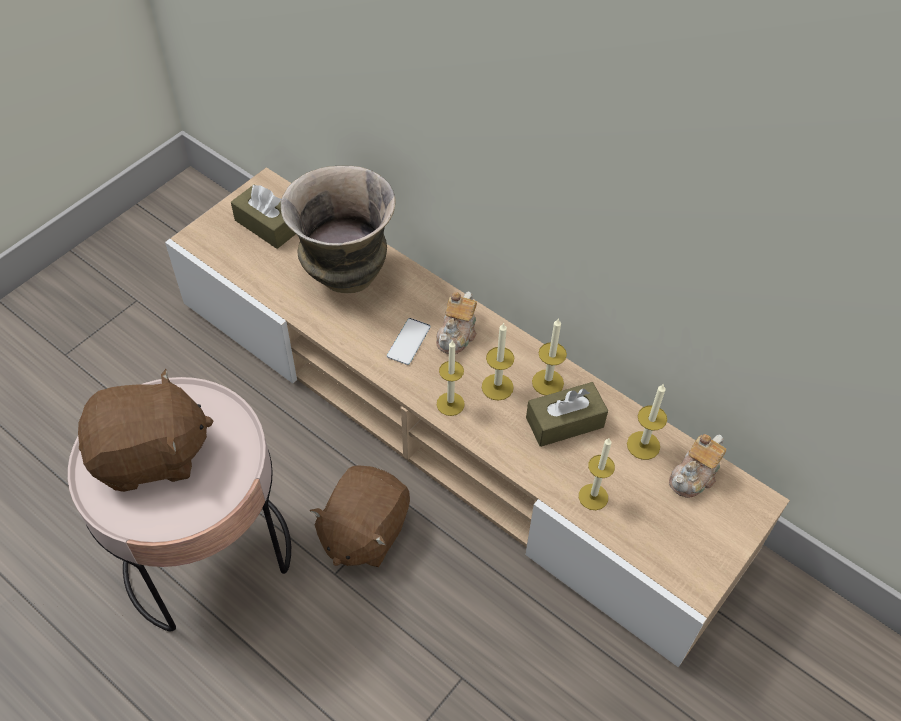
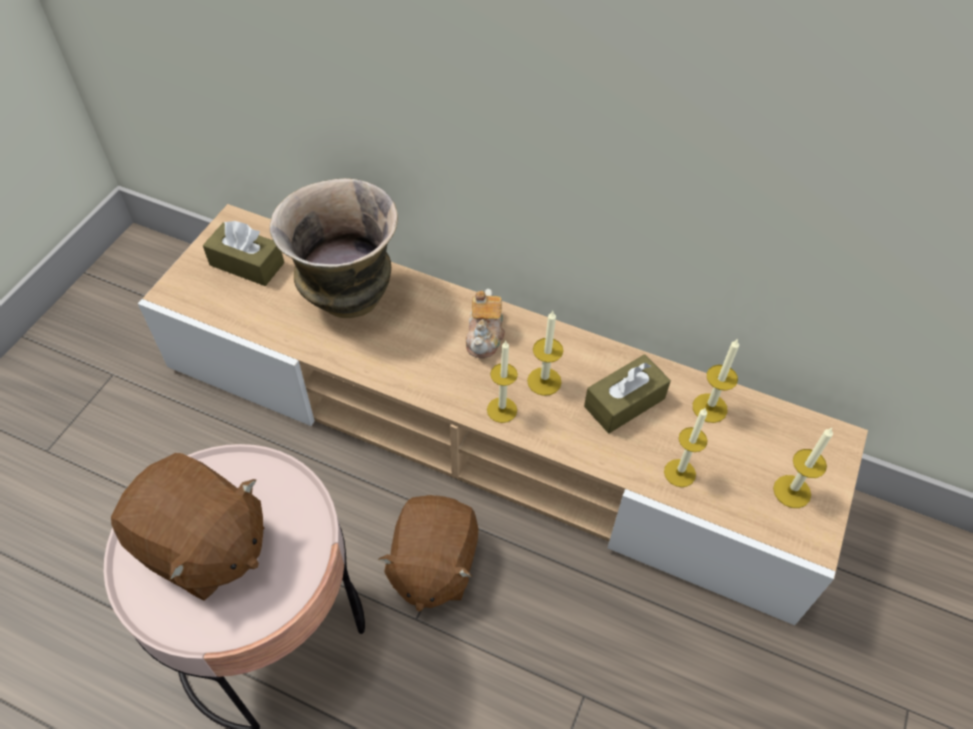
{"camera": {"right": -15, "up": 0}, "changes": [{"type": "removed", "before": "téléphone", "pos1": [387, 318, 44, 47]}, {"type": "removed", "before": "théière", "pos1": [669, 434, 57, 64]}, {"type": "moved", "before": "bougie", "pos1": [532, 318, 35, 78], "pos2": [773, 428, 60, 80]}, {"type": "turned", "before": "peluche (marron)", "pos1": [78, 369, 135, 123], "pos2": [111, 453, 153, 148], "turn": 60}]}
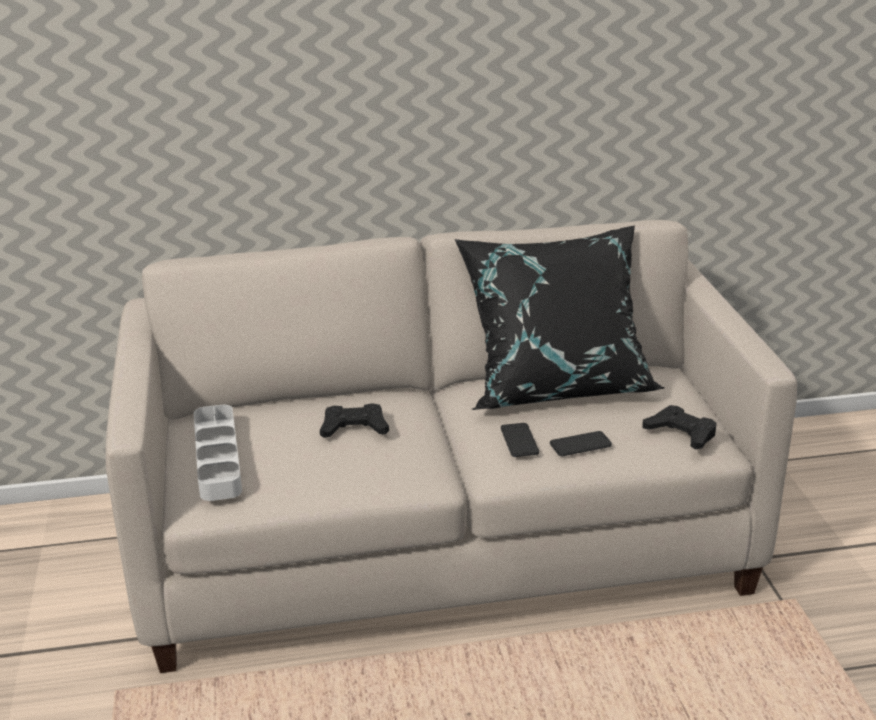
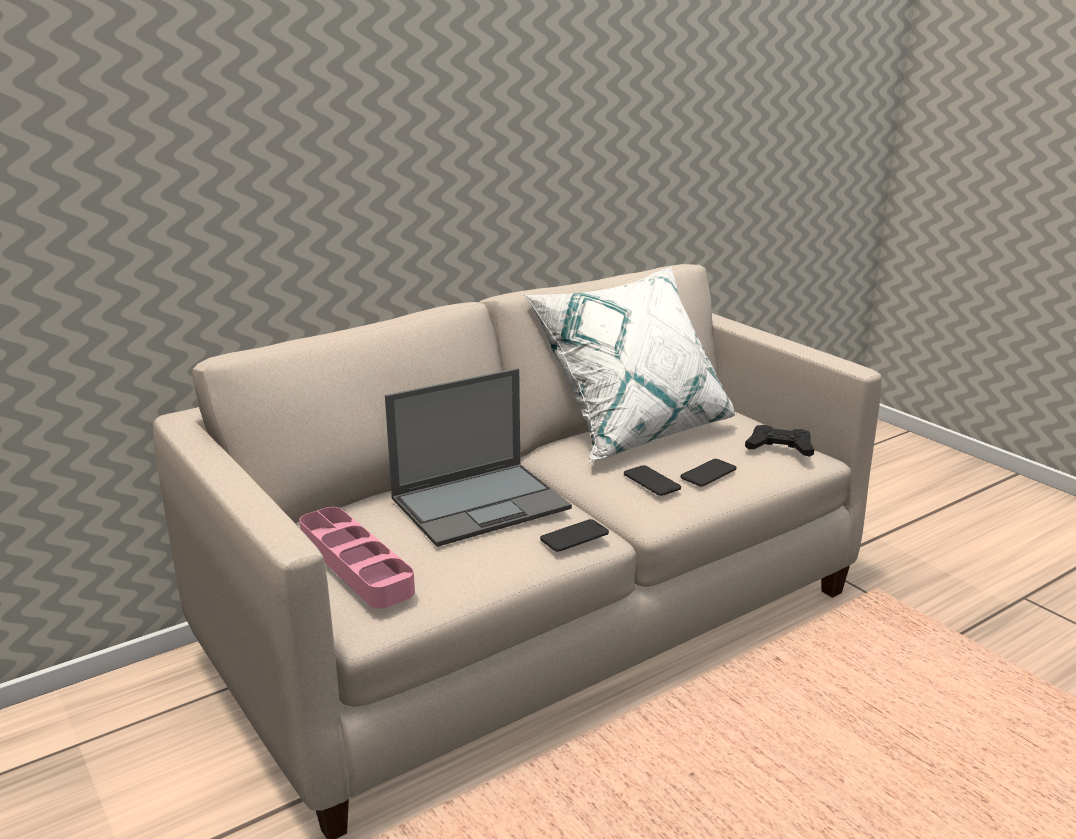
{"camera": {"right": -25, "up": -5}, "changes": [{"type": "added", "after": "téléphone", "pos2": [540, 519, 69, 33]}, {"type": "replaced", "before": "manette (noir)", "after": "ordinateur portable", "pos1": [320, 403, 69, 35], "pos2": [385, 368, 187, 179]}, {"type": "recoloured", "before": "plateau (gris)", "after": "plateau (rose)", "pos1": [194, 405, 48, 96], "pos2": [299, 507, 116, 101]}, {"type": "recoloured", "before": "coussin (noir)", "after": "coussin (blanc)", "pos1": [455, 225, 209, 185], "pos2": [524, 267, 214, 195]}]}
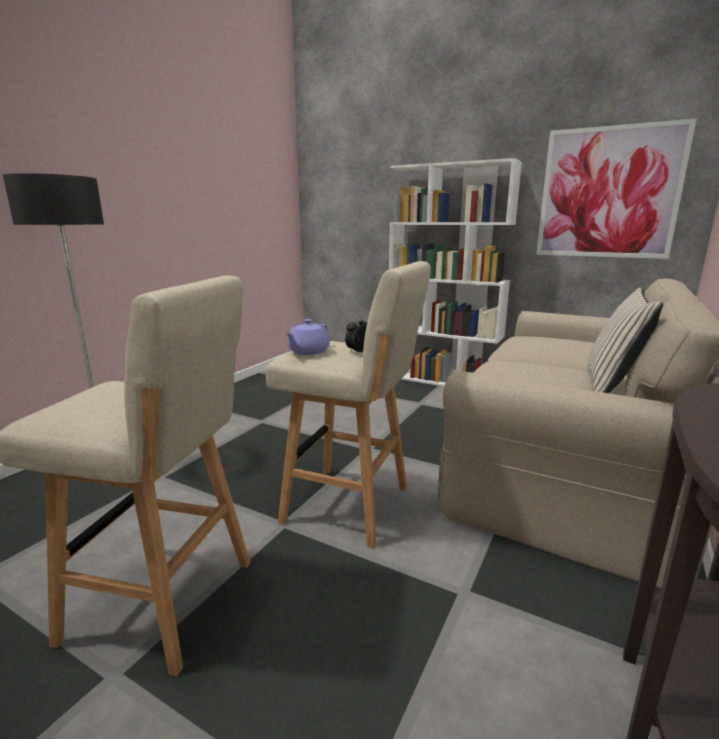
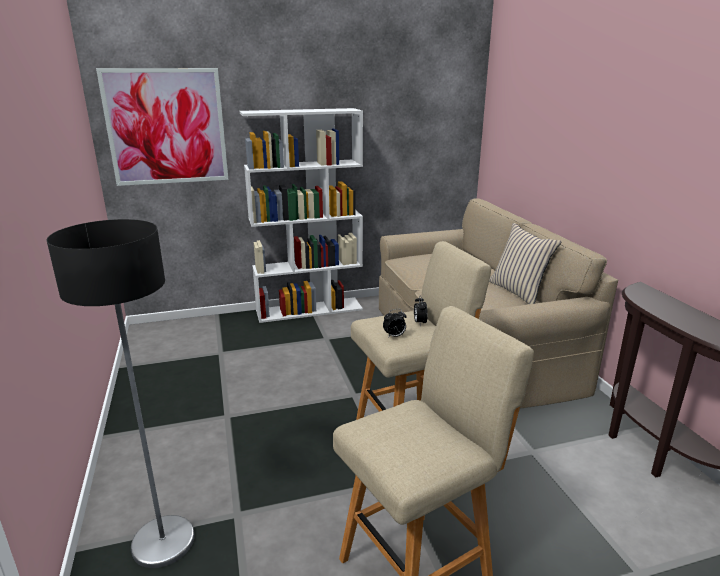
{"camera": {"right": -45, "up": 5}, "changes": [{"type": "moved", "before": "tableau", "pos1": [536, 119, 161, 140], "pos2": [96, 68, 132, 118]}, {"type": "replaced", "before": "théière (violet)", "after": "réveil", "pos1": [285, 319, 45, 36], "pos2": [383, 309, 24, 29]}]}
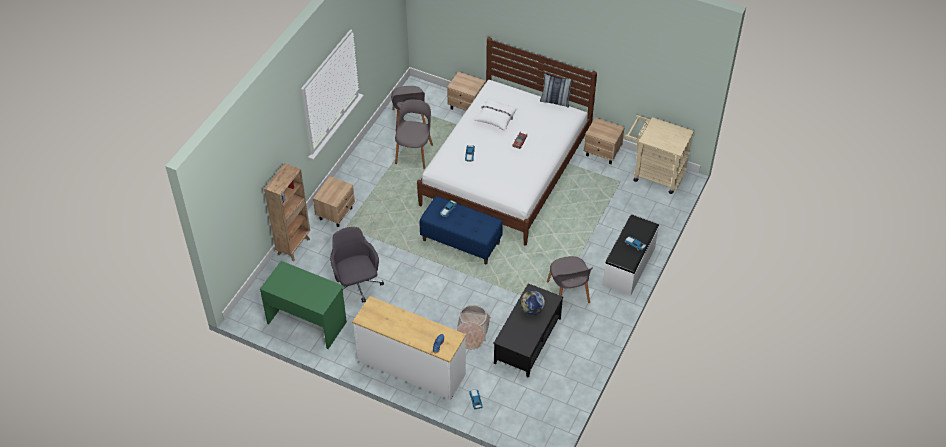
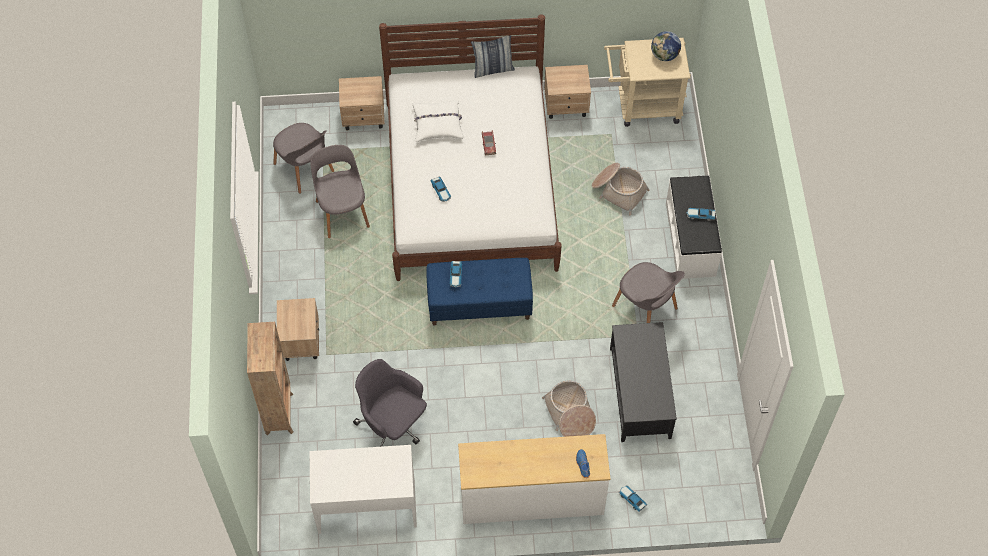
{"camera": {"right": -30, "up": 10}, "changes": [{"type": "added", "after": "panier", "pos2": [592, 163, 58, 52]}, {"type": "moved", "before": "globe", "pos1": [520, 290, 25, 25], "pos2": [651, 31, 30, 30]}, {"type": "recoloured", "before": "bureau (vert)", "after": "bureau (blanc)", "pos1": [260, 261, 87, 88], "pos2": [310, 445, 107, 89]}]}
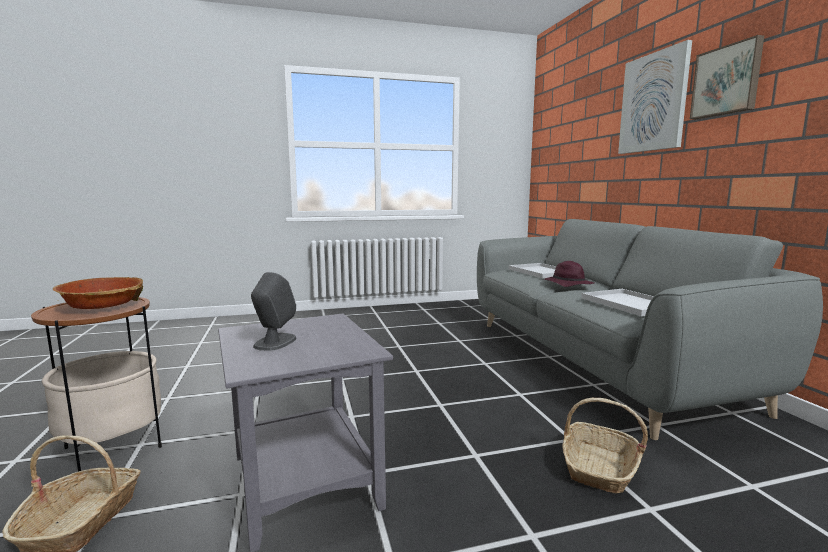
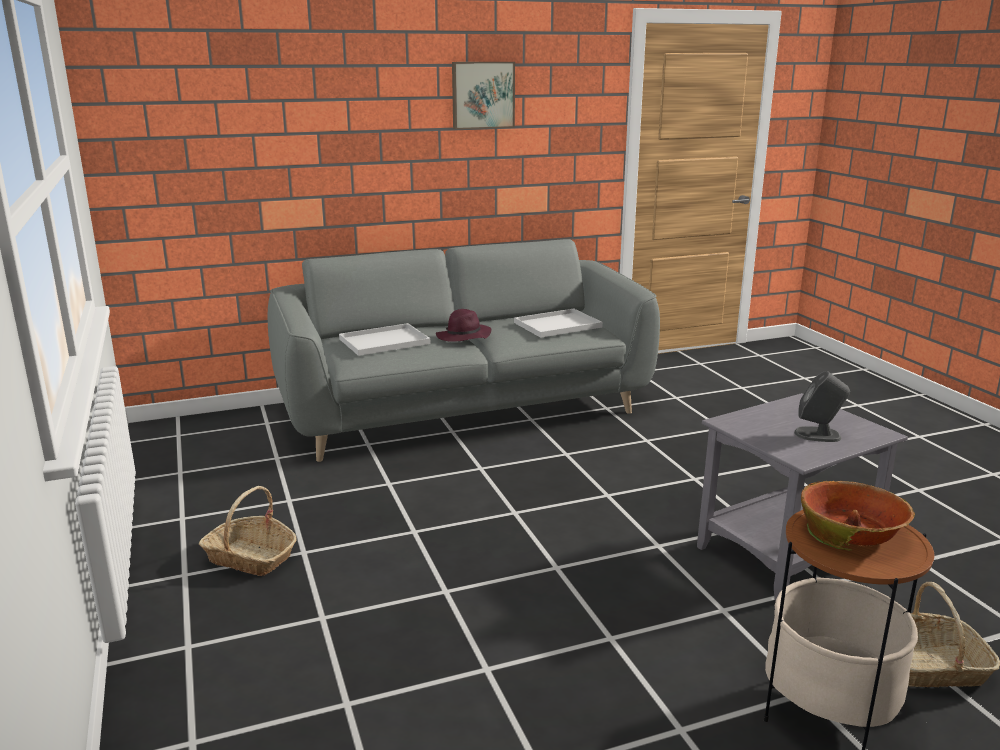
{"camera": {"right": -95, "up": 10}, "changes": [{"type": "removed", "before": "tableau", "pos1": [618, 40, 74, 114]}, {"type": "moved", "before": "panier", "pos1": [562, 398, 86, 95], "pos2": [199, 486, 97, 90]}]}
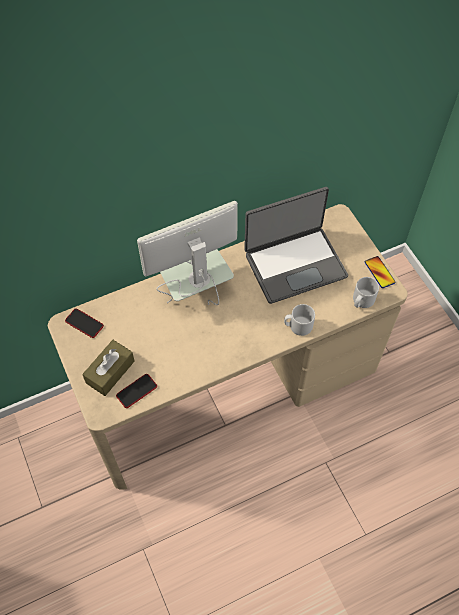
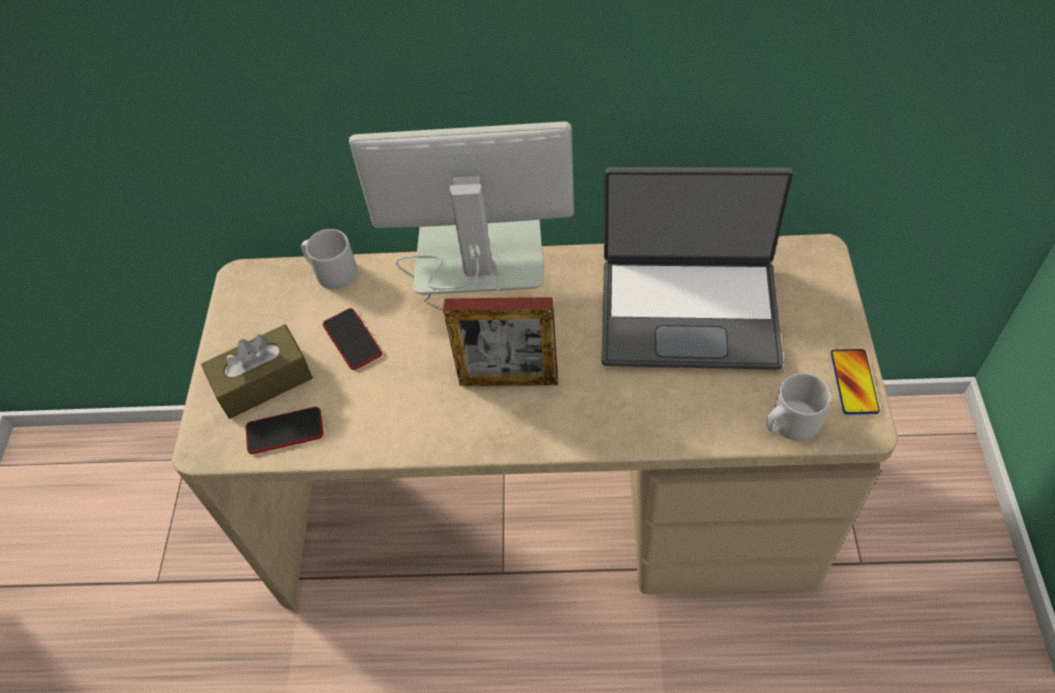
{"camera": {"right": 30, "up": -5}, "changes": [{"type": "added", "after": "cadre photo", "pos2": [443, 297, 115, 89]}, {"type": "moved", "before": "téléphone", "pos1": [65, 309, 39, 29], "pos2": [323, 308, 59, 62]}, {"type": "moved", "before": "mug (gris)", "pos1": [284, 304, 31, 32], "pos2": [301, 229, 56, 60]}]}
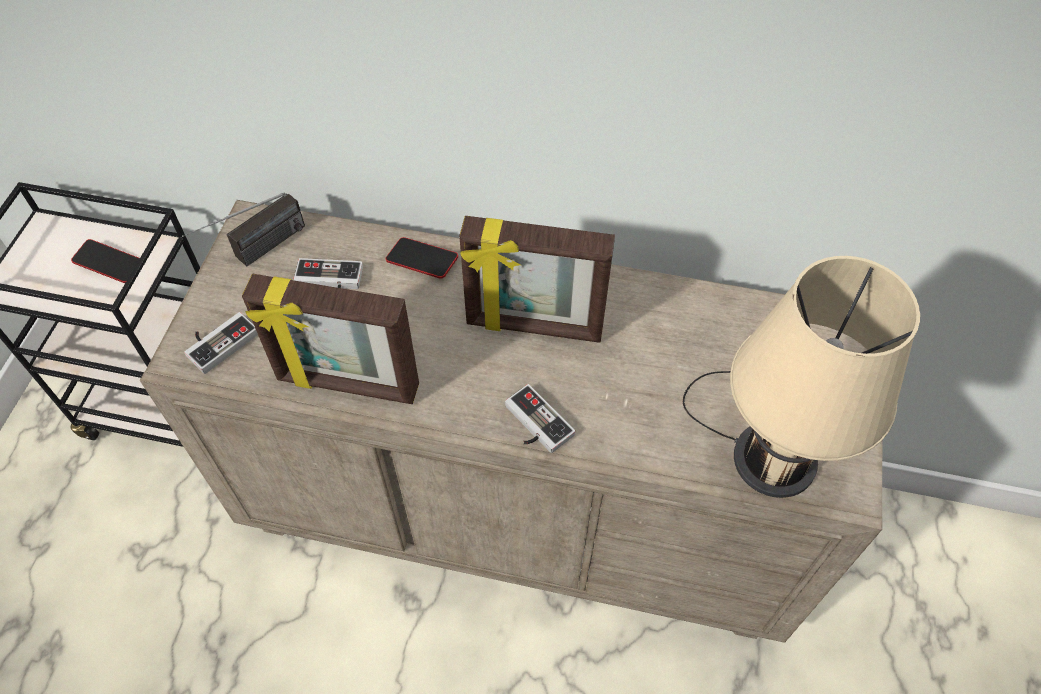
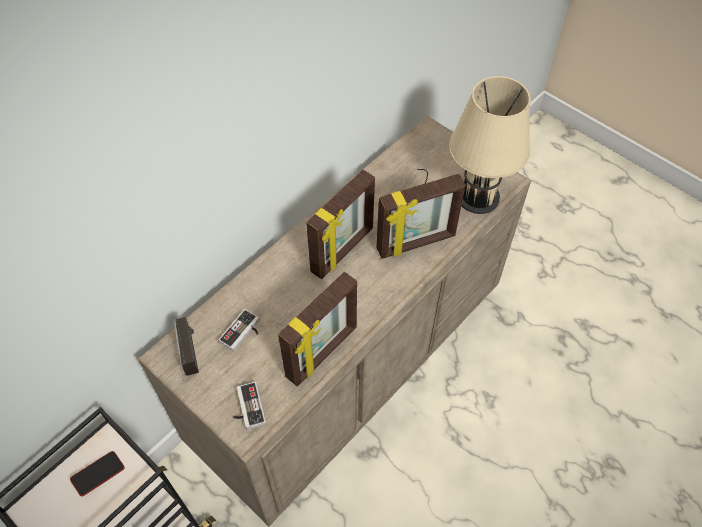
{"camera": {"right": -60, "up": 0}, "changes": [{"type": "removed", "before": "téléphone", "pos1": [386, 237, 72, 42]}, {"type": "removed", "before": "manette", "pos1": [505, 384, 70, 69]}, {"type": "added", "after": "cadre photo", "pos2": [376, 174, 90, 85]}]}
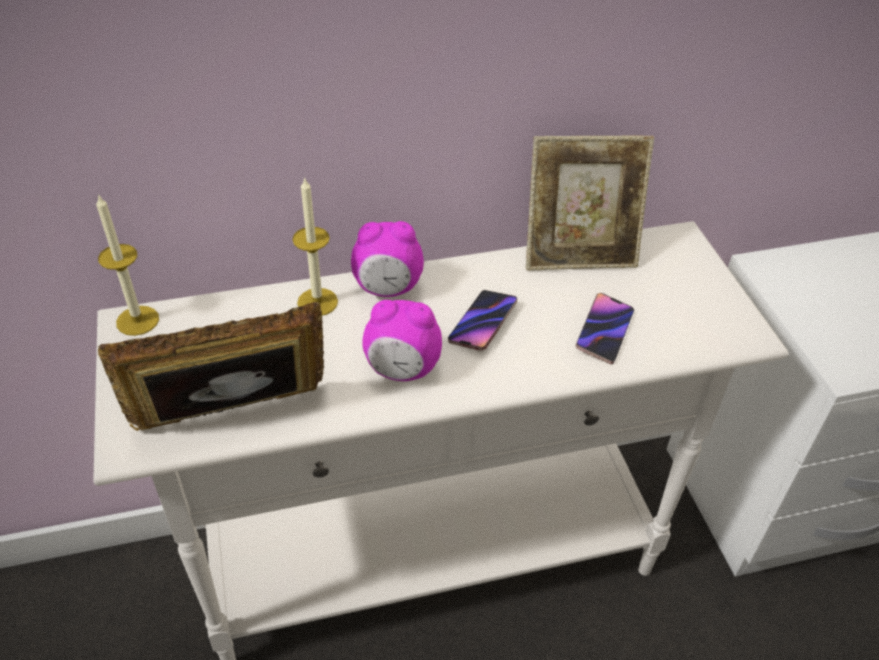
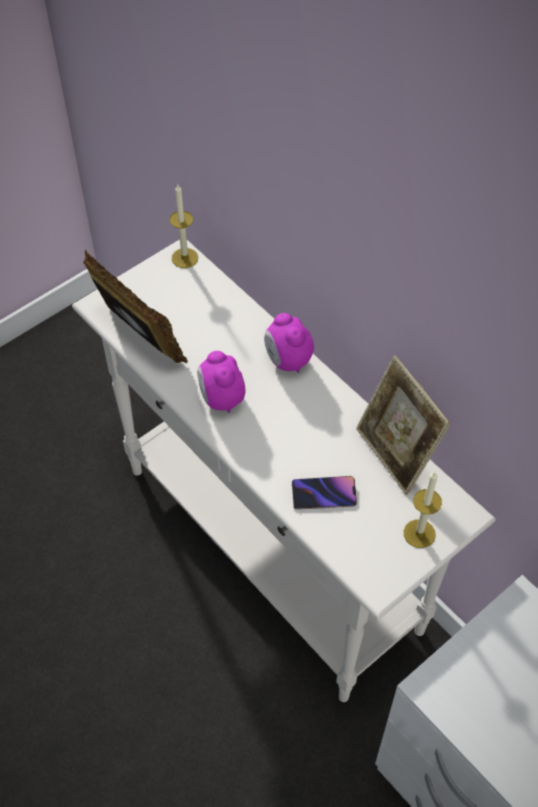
{"camera": {"right": 65, "up": 10}, "changes": [{"type": "removed", "before": "téléphone", "pos1": [448, 290, 69, 61]}, {"type": "moved", "before": "bougie", "pos1": [292, 177, 46, 139], "pos2": [404, 472, 38, 76]}]}
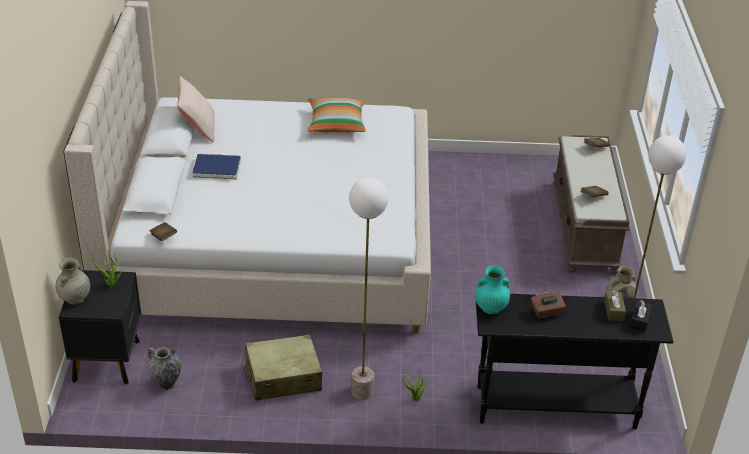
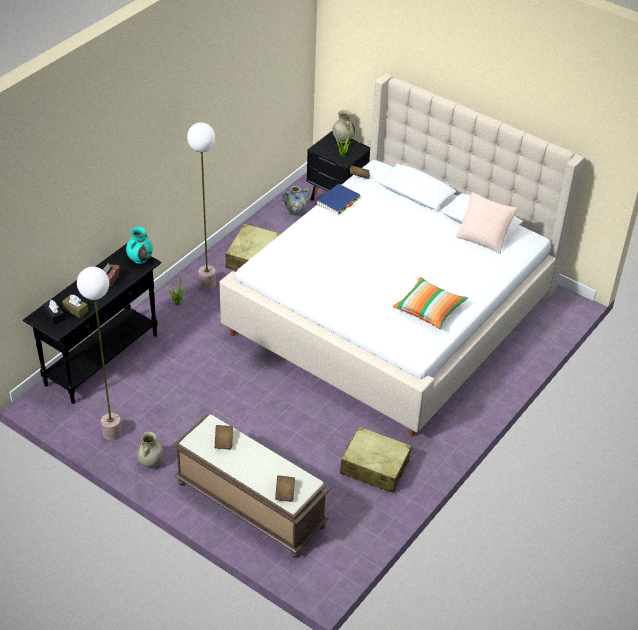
{"camera": {"right": 125, "up": 5}, "changes": [{"type": "added", "after": "valise (beige)", "pos2": [340, 426, 72, 67]}, {"type": "moved", "before": "livre (bleu)", "pos1": [192, 154, 49, 25], "pos2": [317, 184, 43, 31]}]}
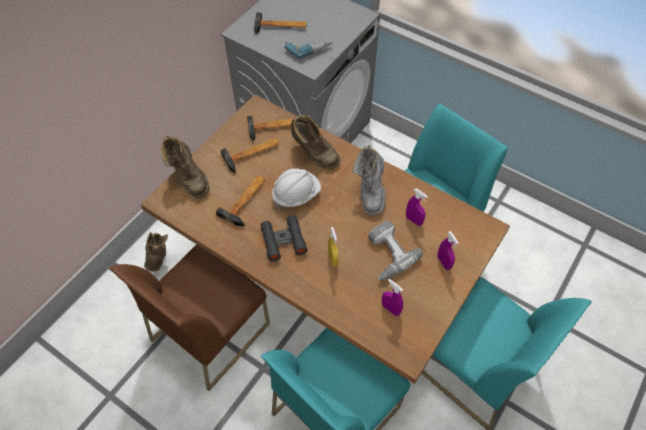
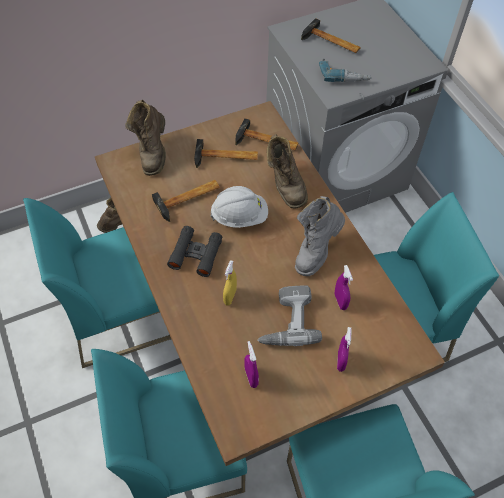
{"camera": {"right": 30, "up": 0}, "changes": [{"type": "recoloured", "before": "chaise (marron)", "after": "chaise (turquoise)", "pos1": [109, 244, 161, 147], "pos2": [23, 198, 148, 170]}]}
